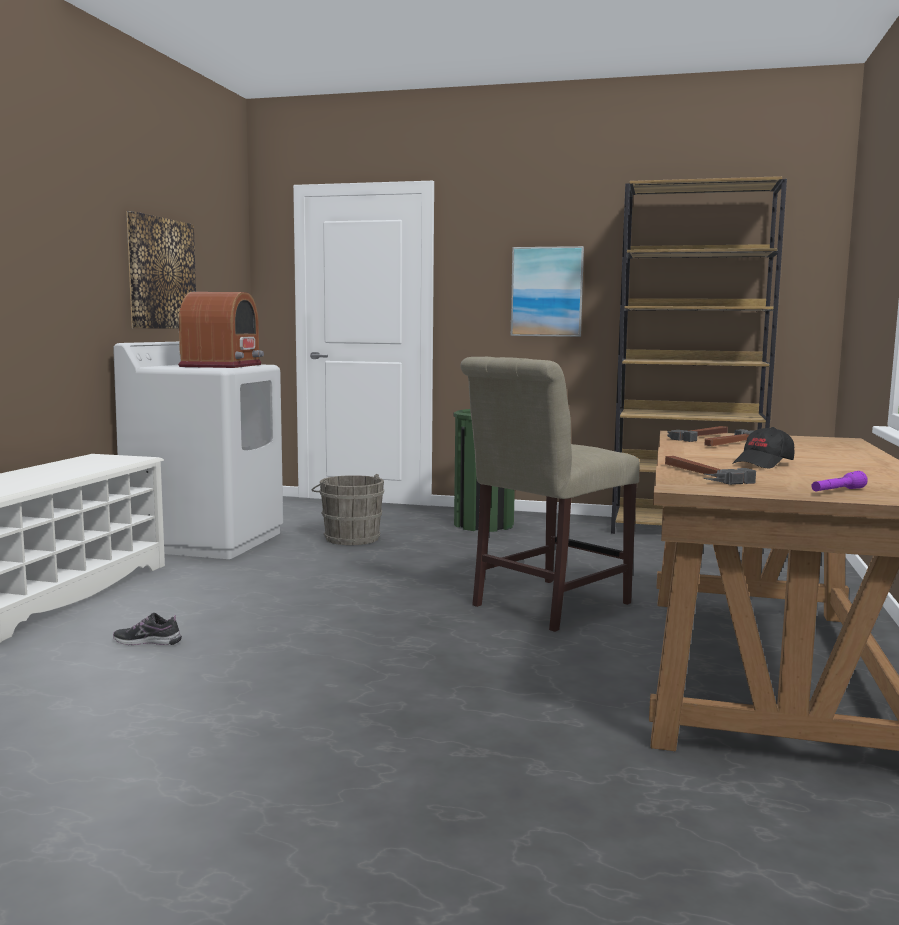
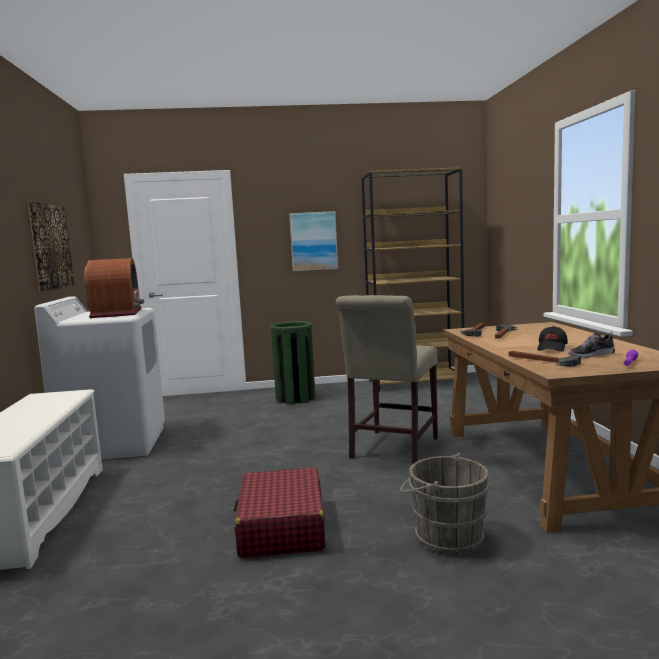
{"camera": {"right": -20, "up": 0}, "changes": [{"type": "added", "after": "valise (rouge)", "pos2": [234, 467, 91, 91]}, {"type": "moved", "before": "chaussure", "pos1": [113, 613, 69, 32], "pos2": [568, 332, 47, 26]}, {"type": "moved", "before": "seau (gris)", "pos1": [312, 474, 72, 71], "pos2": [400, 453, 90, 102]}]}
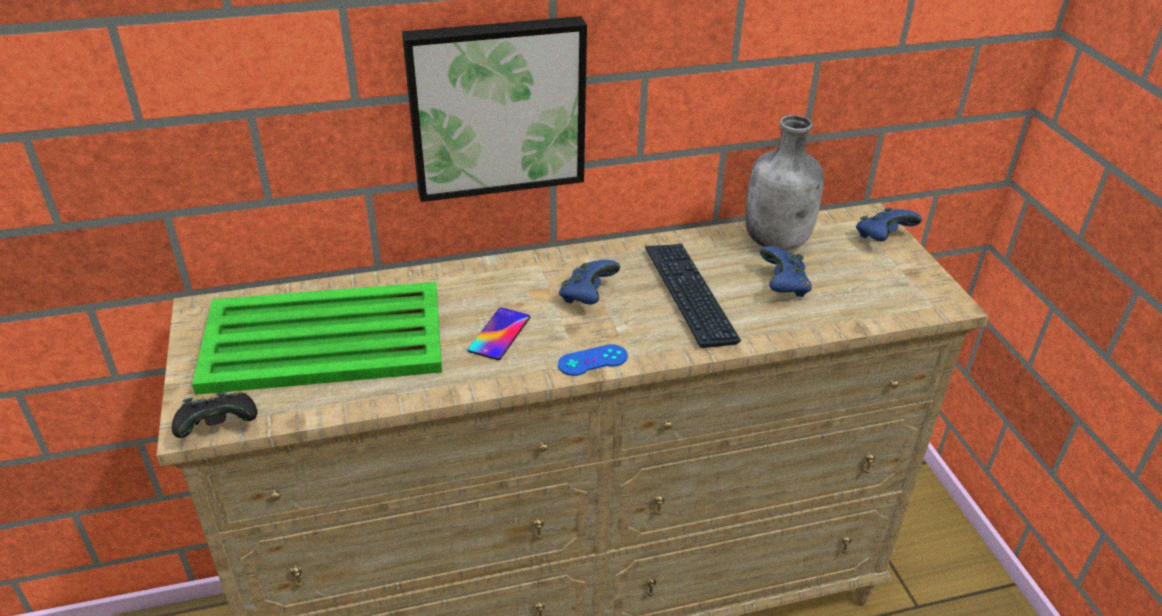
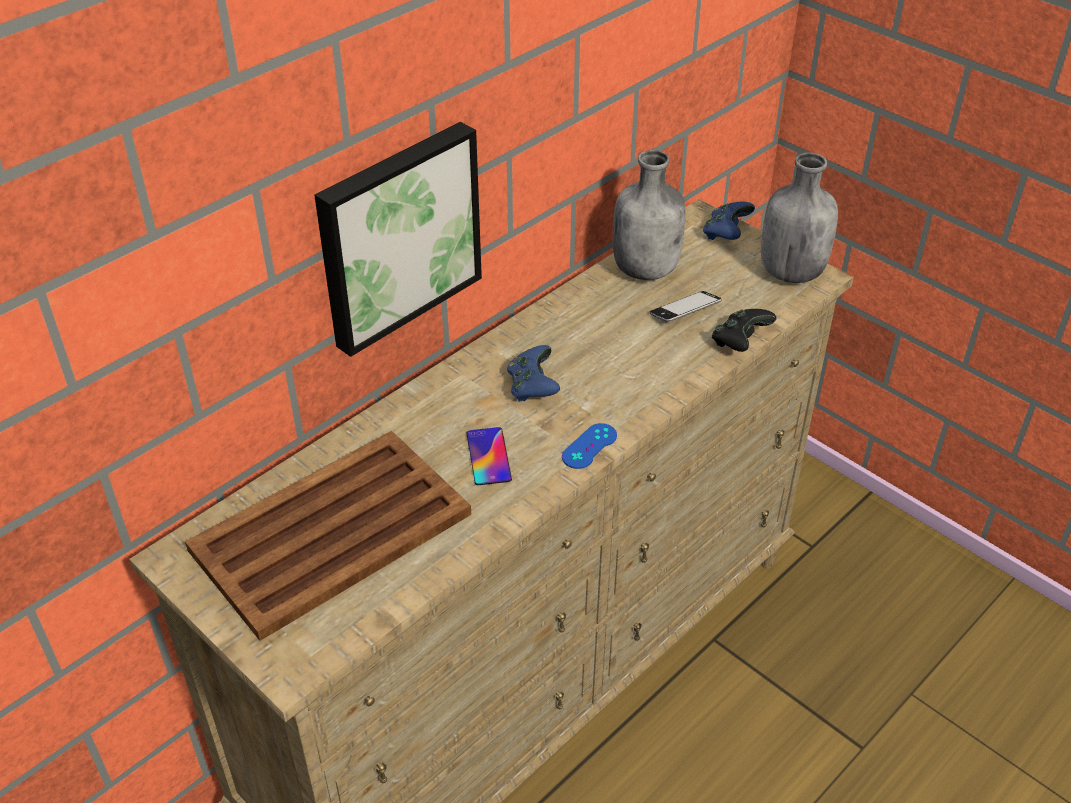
{"camera": {"right": -30, "up": 5}, "changes": [{"type": "removed", "before": "clavier", "pos1": [645, 244, 96, 104]}, {"type": "added", "after": "bouteille (gris)", "pos2": [761, 153, 77, 130]}, {"type": "moved", "before": "manette (noir)", "pos1": [172, 392, 85, 46], "pos2": [712, 309, 64, 43]}, {"type": "replaced", "before": "manette (bleu)", "after": "téléphone", "pos1": [760, 246, 52, 51], "pos2": [649, 291, 73, 31]}, {"type": "recoloured", "before": "plateau (vert)", "after": "plateau (marron)", "pos1": [192, 282, 250, 113], "pos2": [185, 431, 286, 210]}]}
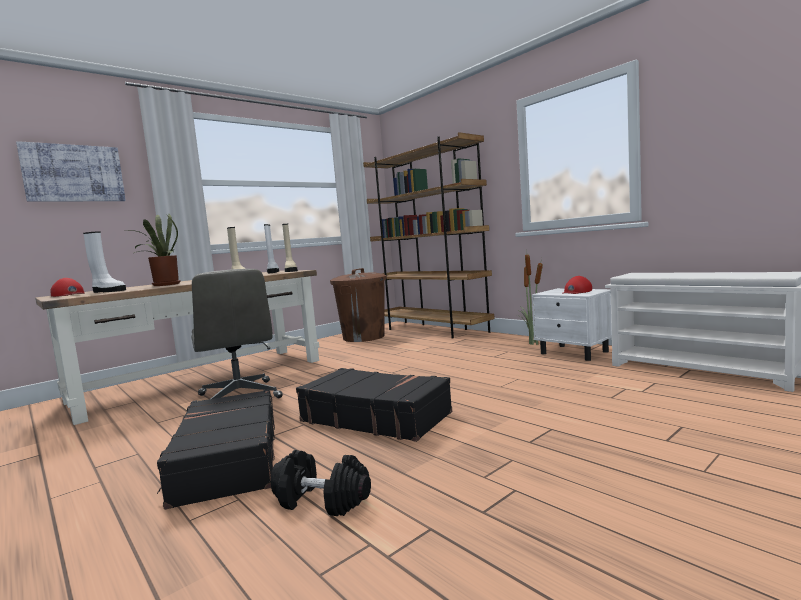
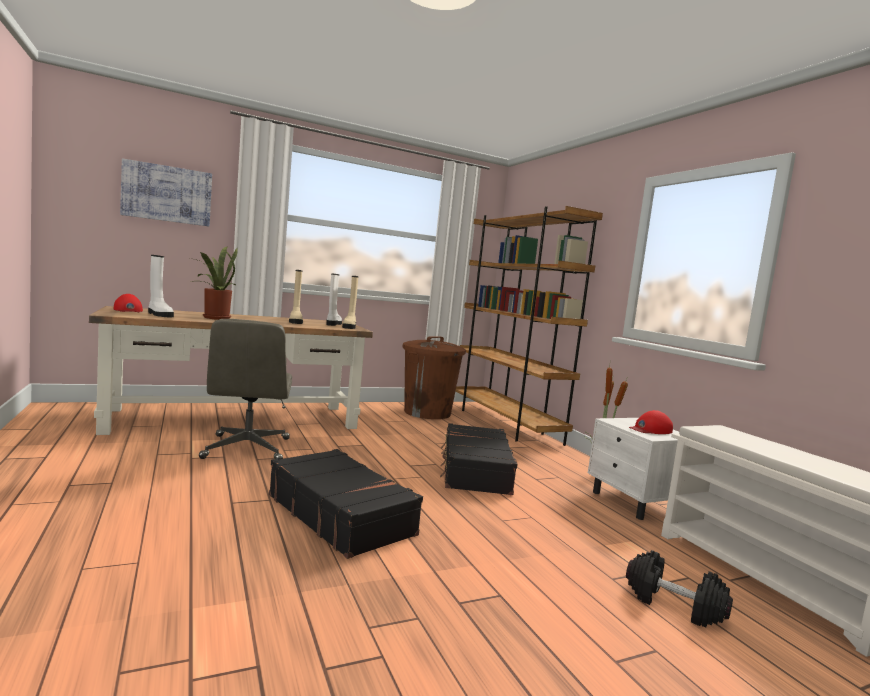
{"camera": {"right": 15, "up": 0}, "changes": [{"type": "moved", "before": "valise (noir)", "pos1": [157, 389, 118, 121], "pos2": [440, 423, 77, 72]}, {"type": "moved", "before": "haltère (noir)", "pos1": [270, 450, 101, 66], "pos2": [626, 550, 107, 78]}]}
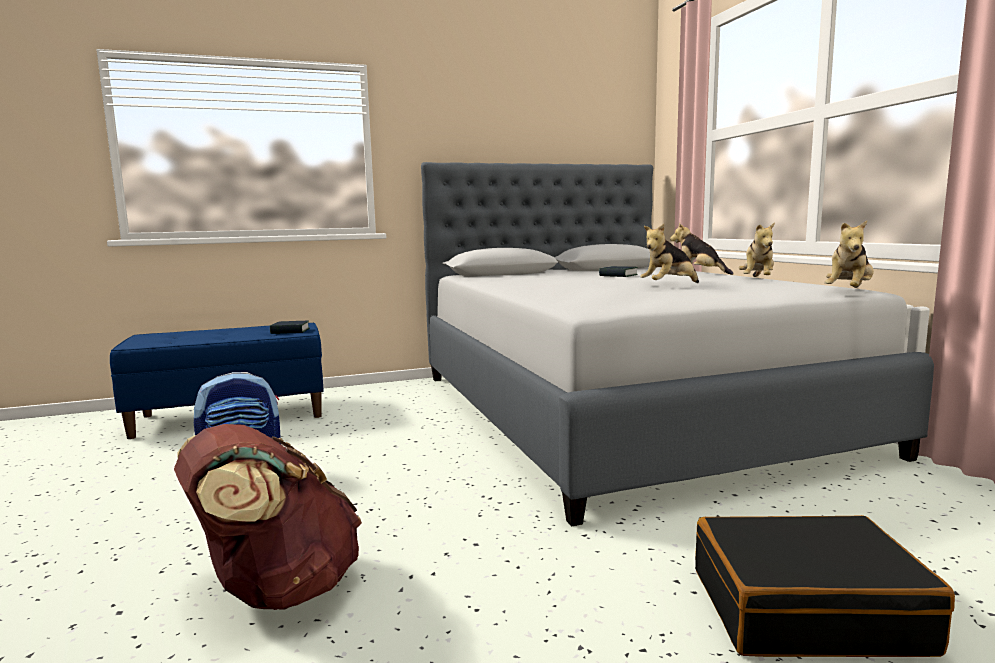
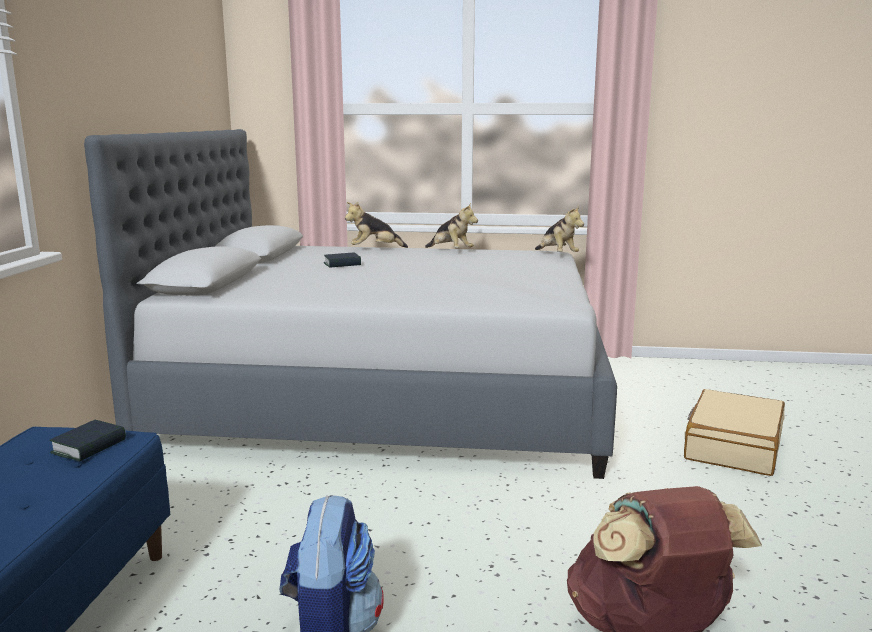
{"camera": {"right": -65, "up": 5}, "changes": [{"type": "removed", "before": "peluche", "pos1": [640, 224, 59, 59]}, {"type": "recoloured", "before": "valise (noir)", "after": "valise (beige)", "pos1": [695, 515, 260, 142], "pos2": [684, 389, 101, 87]}]}
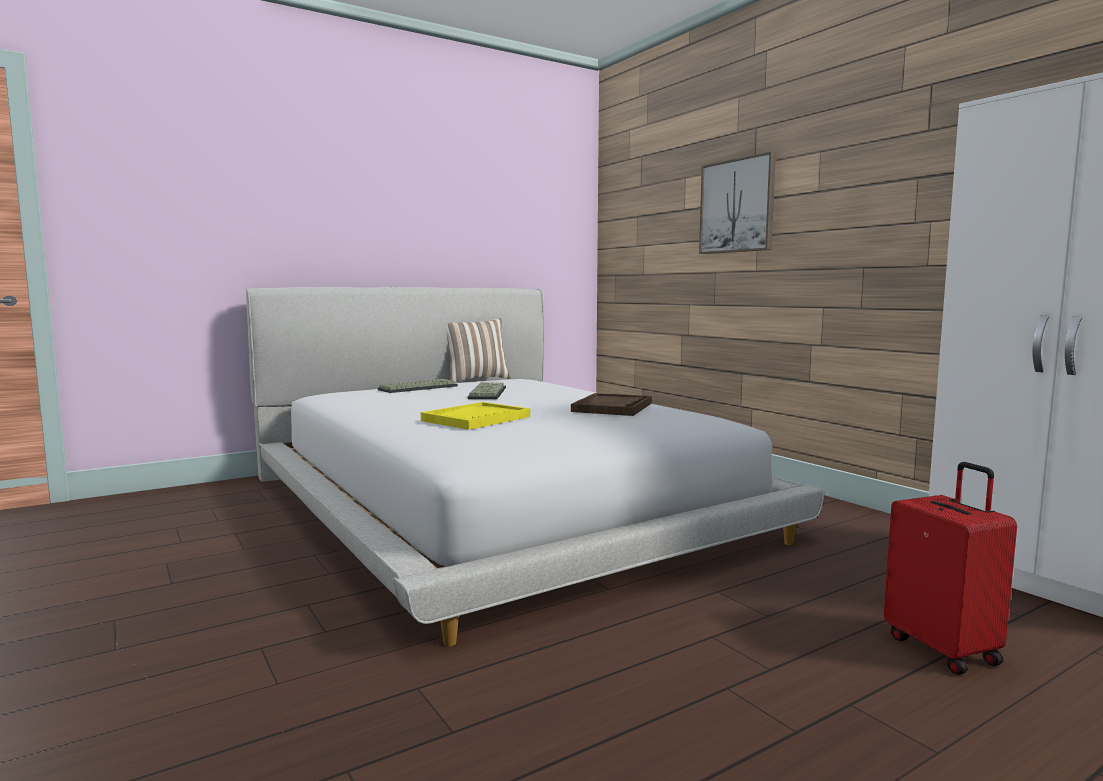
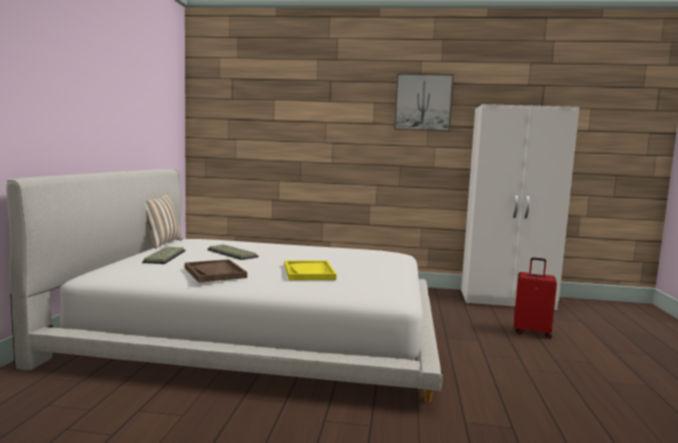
{"camera": {"right": -50, "up": 0}, "changes": [{"type": "moved", "before": "plateau (marron)", "pos1": [571, 393, 81, 23], "pos2": [185, 259, 62, 23]}, {"type": "moved", "before": "tableau", "pos1": [699, 151, 77, 103], "pos2": [394, 73, 60, 58]}]}
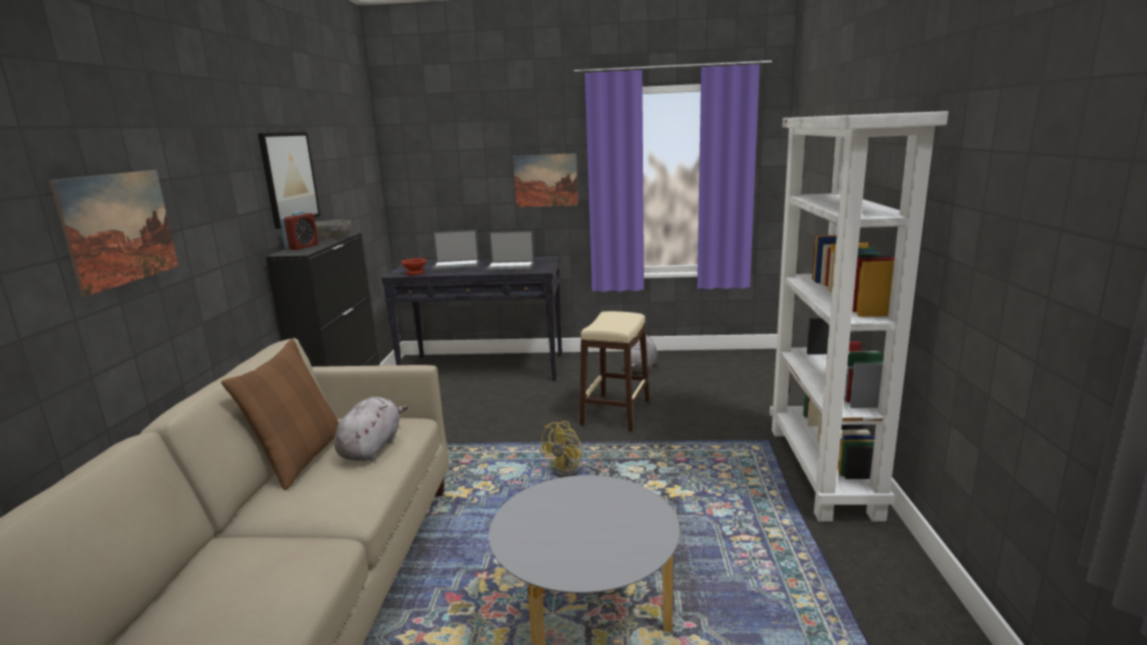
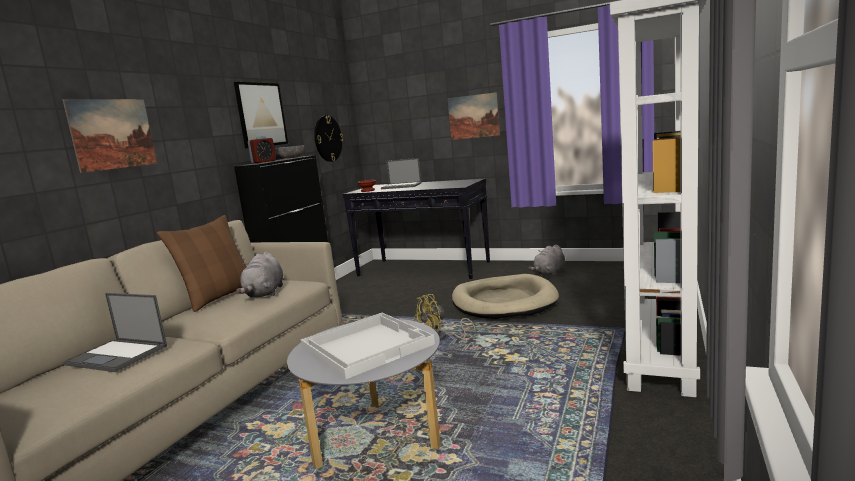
{"camera": {"right": 20, "up": -5}, "changes": [{"type": "added", "after": "plateau (blanc)", "pos2": [300, 313, 135, 66]}, {"type": "added", "after": "horloge murale", "pos2": [314, 115, 29, 47]}, {"type": "moved", "before": "ordinateur portable", "pos1": [485, 230, 50, 42], "pos2": [63, 293, 104, 79]}, {"type": "replaced", "before": "tabouret (beige)", "after": "panier pour chien (beige)", "pos1": [580, 311, 69, 121], "pos2": [452, 274, 107, 45]}, {"type": "turned", "before": "peluche (gris)", "pos1": [334, 397, 74, 64], "pos2": [236, 251, 47, 47], "turn": 150}]}
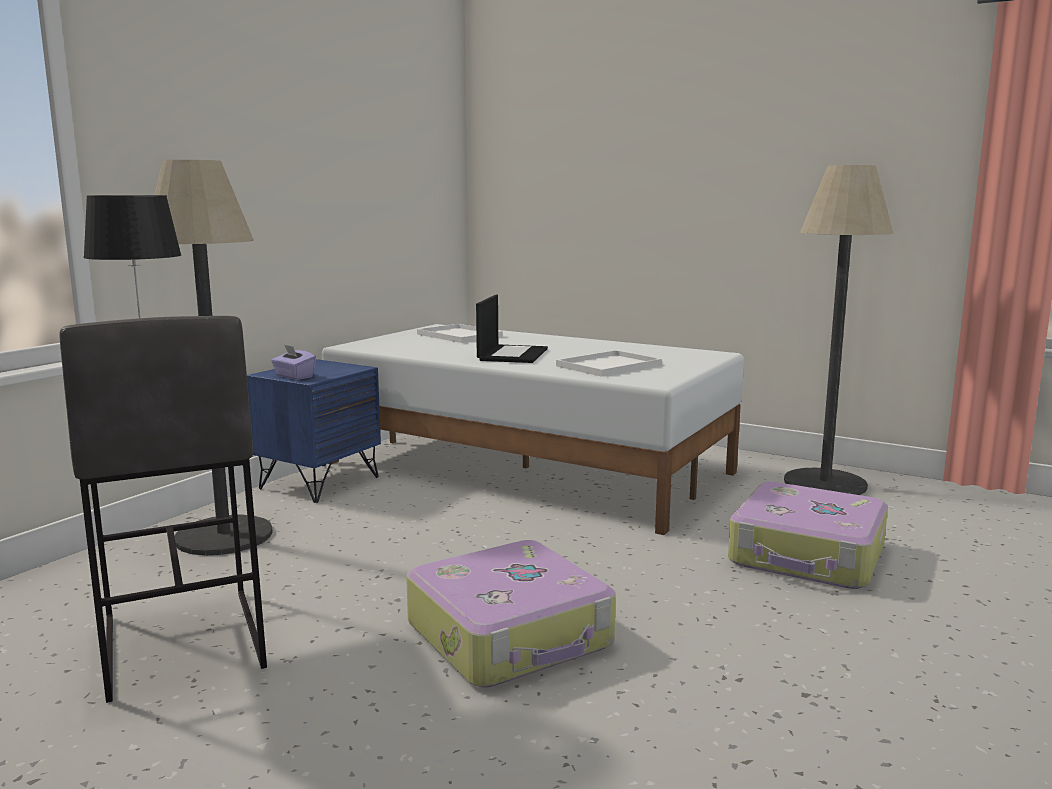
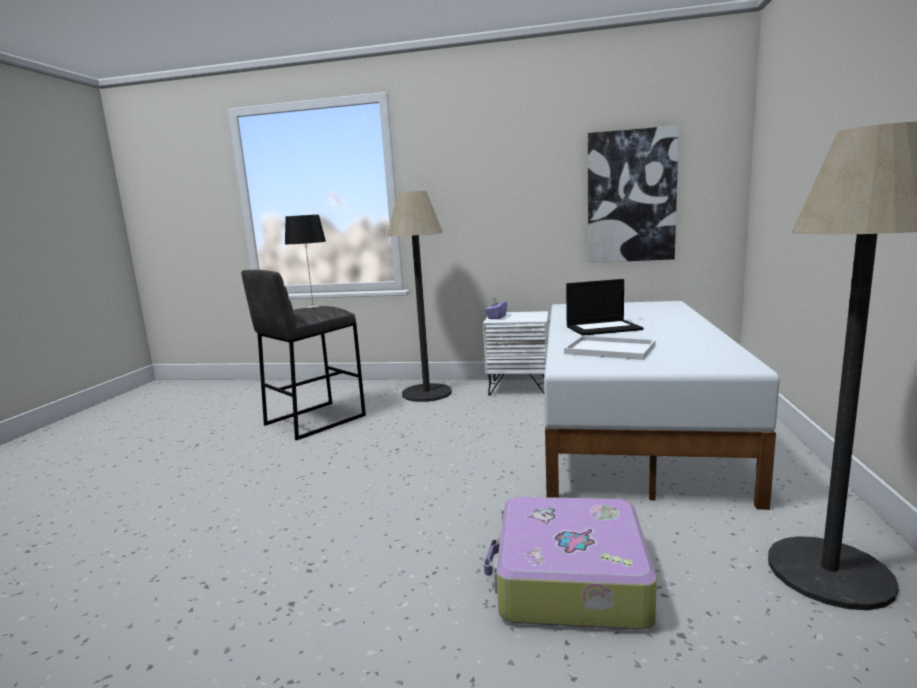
{"camera": {"right": 70, "up": 0}, "changes": [{"type": "removed", "before": "valise", "pos1": [406, 540, 210, 148]}, {"type": "removed", "before": "plateau (blanc)", "pos1": [417, 324, 86, 19]}, {"type": "added", "after": "tableau", "pos2": [588, 125, 91, 138]}, {"type": "recoloured", "before": "table de chevet (bleu)", "after": "table de chevet (blanc)", "pos1": [247, 359, 134, 144], "pos2": [483, 311, 66, 85]}]}
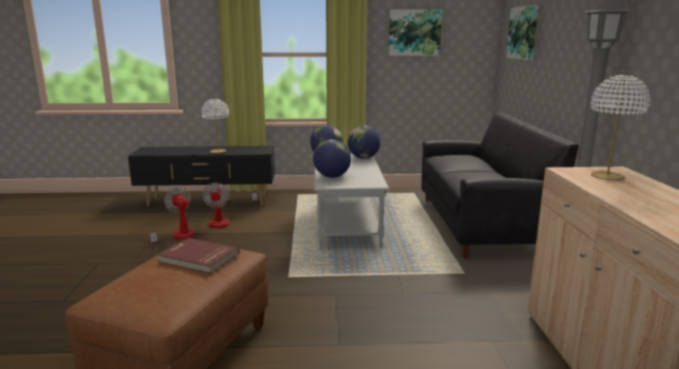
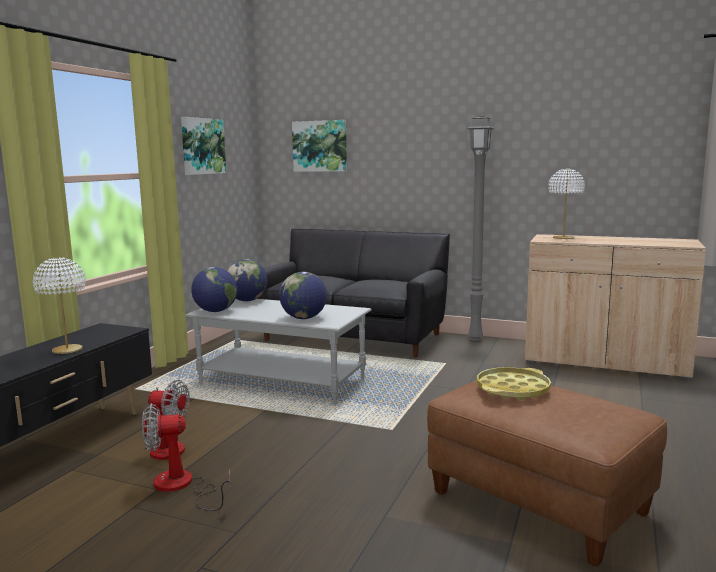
{"camera": {"right": -65, "up": -5}, "changes": [{"type": "replaced", "before": "livre (rouge)", "after": "plateau (jaune)", "pos1": [158, 238, 81, 36], "pos2": [477, 367, 74, 33]}]}
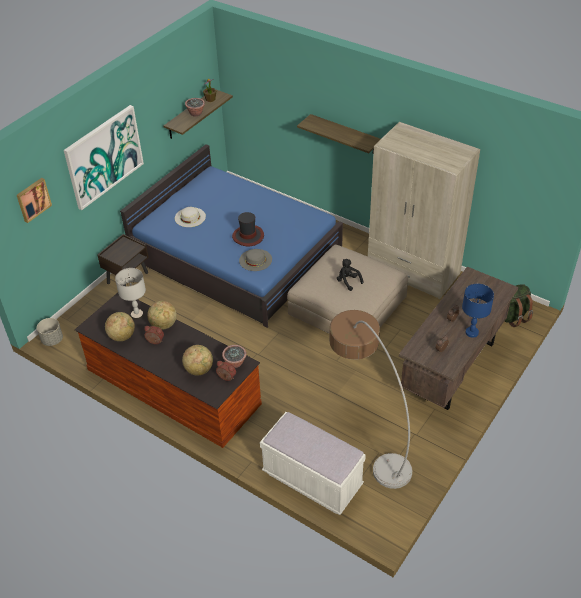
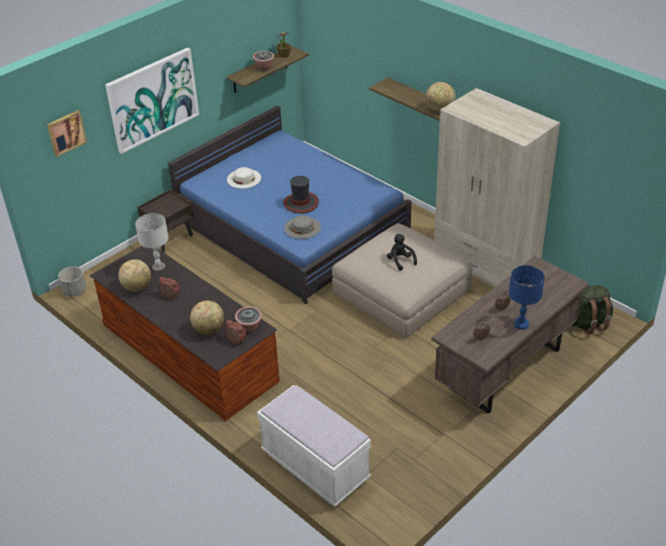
{"camera": {"right": 10, "up": -5}, "changes": [{"type": "removed", "before": "lampadaire", "pos1": [330, 310, 82, 179]}, {"type": "moved", "before": "globe", "pos1": [147, 301, 30, 29], "pos2": [426, 82, 29, 30]}]}
